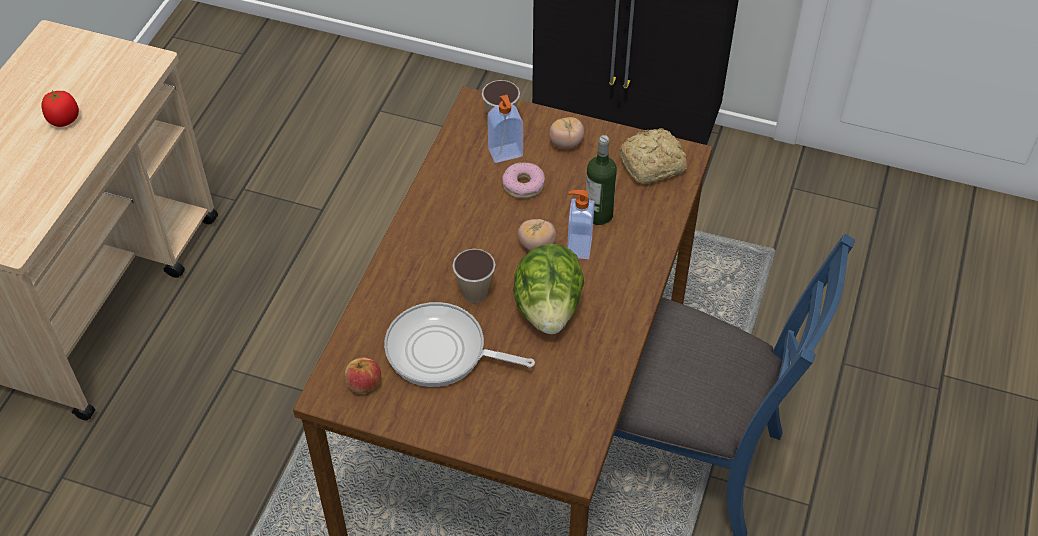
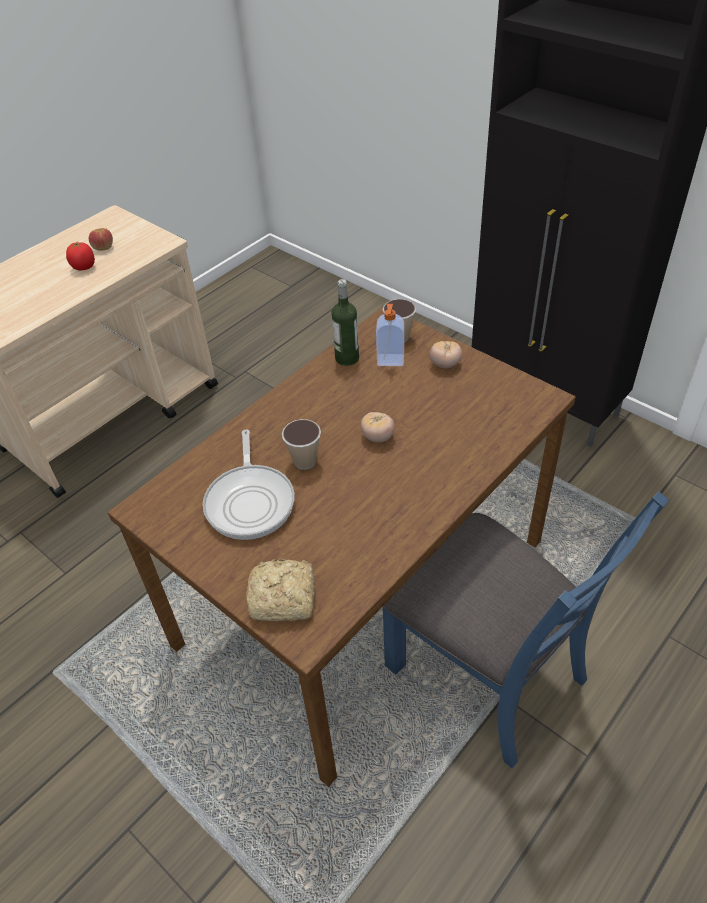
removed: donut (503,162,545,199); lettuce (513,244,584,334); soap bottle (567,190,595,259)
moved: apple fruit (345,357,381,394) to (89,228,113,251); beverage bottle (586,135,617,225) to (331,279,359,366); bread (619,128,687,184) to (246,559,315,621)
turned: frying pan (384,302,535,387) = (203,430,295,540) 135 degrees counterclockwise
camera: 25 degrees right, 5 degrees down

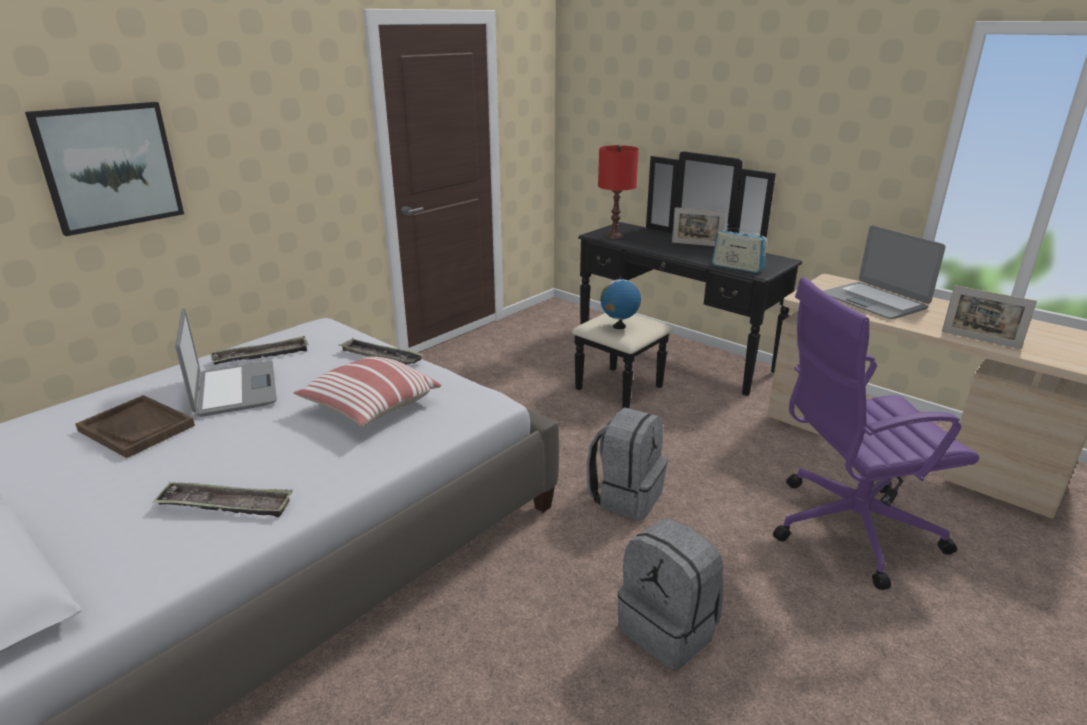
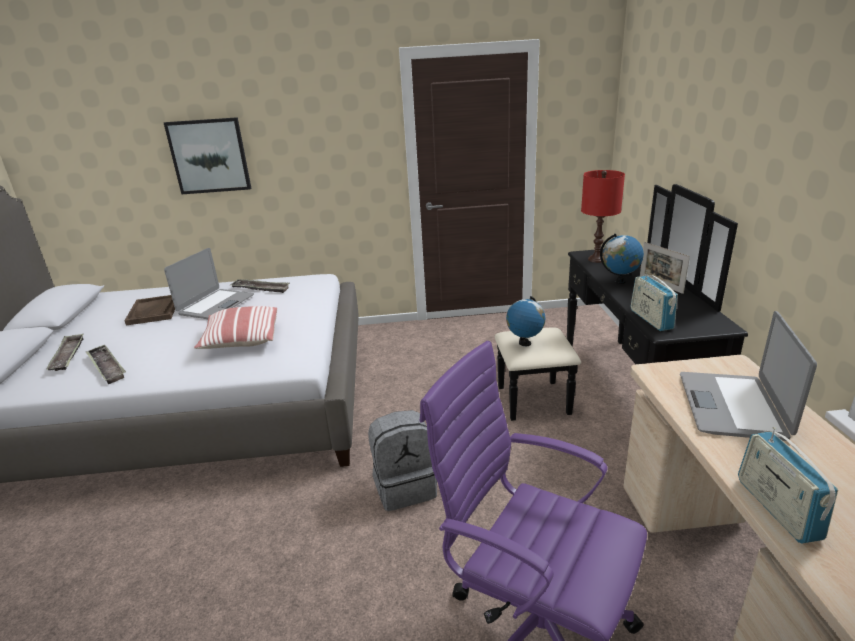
removed: backpack (greyish) (618,519,723,670)
added: world globe (600,234,644,284)
moved: carrying tray (338,338,424,365) to (46,333,84,371)
replaced: picture frame (942,285,1037,349) to radio set (738,427,838,544)
camera: 45 degrees right, 0 degrees up

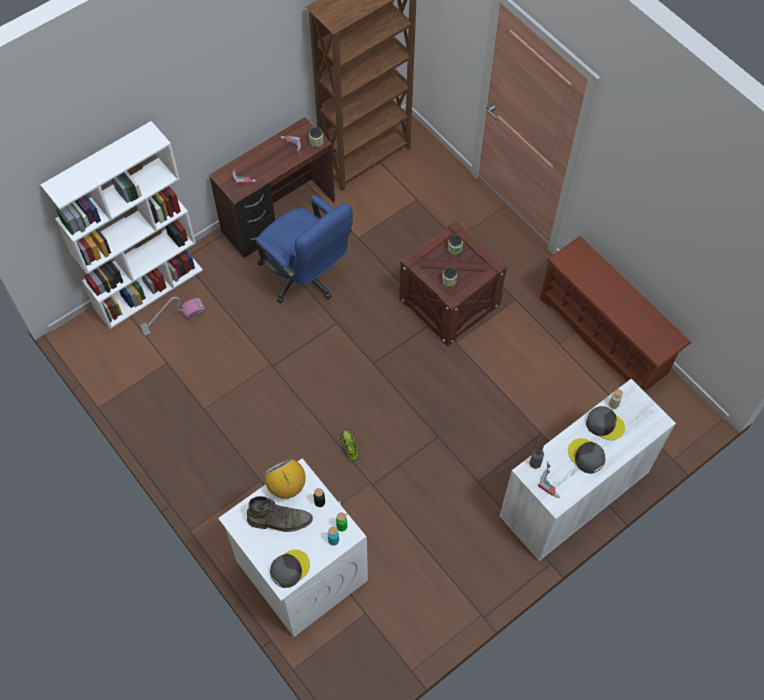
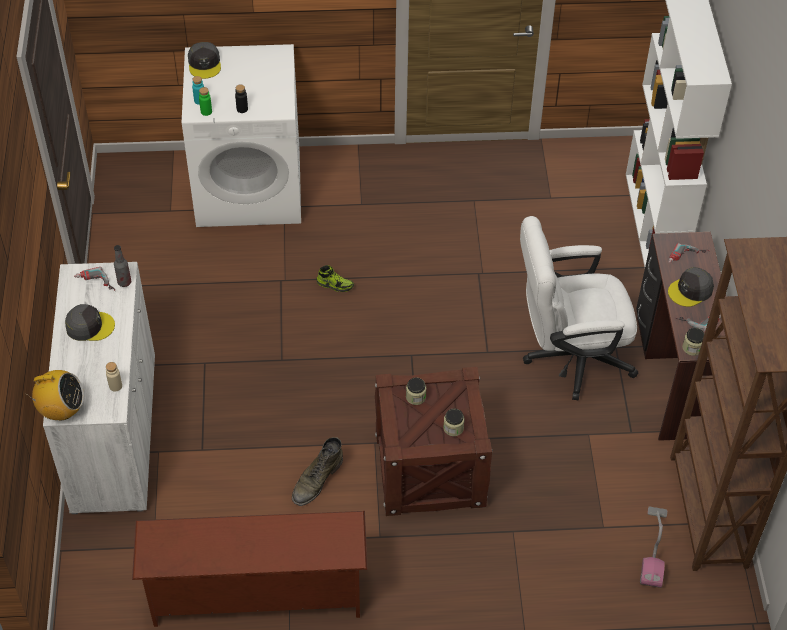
moved: vacuum (140,297,205,336) to (640,507,667,588); boot (green-coloured) (247,496,313,532) to (292,437,343,506); radio set (265,458,306,499) to (25,370,84,420); peaked cap (greyish) (586,406,625,440) to (668,267,714,307)
recoloured: computer chair (bluish) (256,195,353,304) to computer chair (whitish) (520,216,638,400)
camera: 125 degrees right, 10 degrees down

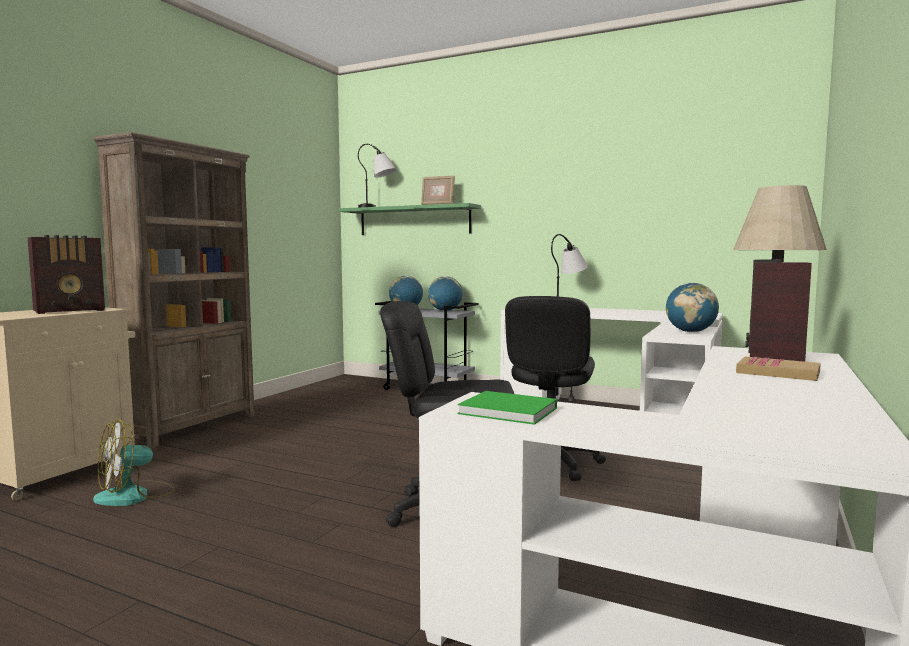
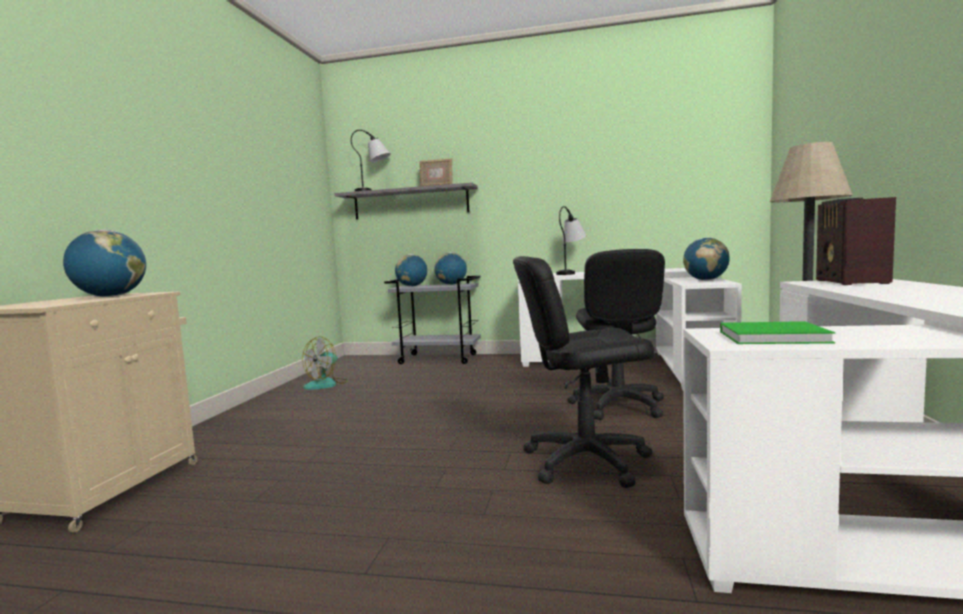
removed: shelving unit (brown-coloured) (93,132,255,449); volume (736,357,821,381)
moved: electric fan (93,420,175,506) to (302,336,348,390)
replaced: radio set (28,235,105,314) to world globe (63,230,146,297)
recoloured: shelf (green-coloured) (339,203,481,235) to shelf (greyish) (335,183,478,220)
camera: 15 degrees left, 0 degrees up

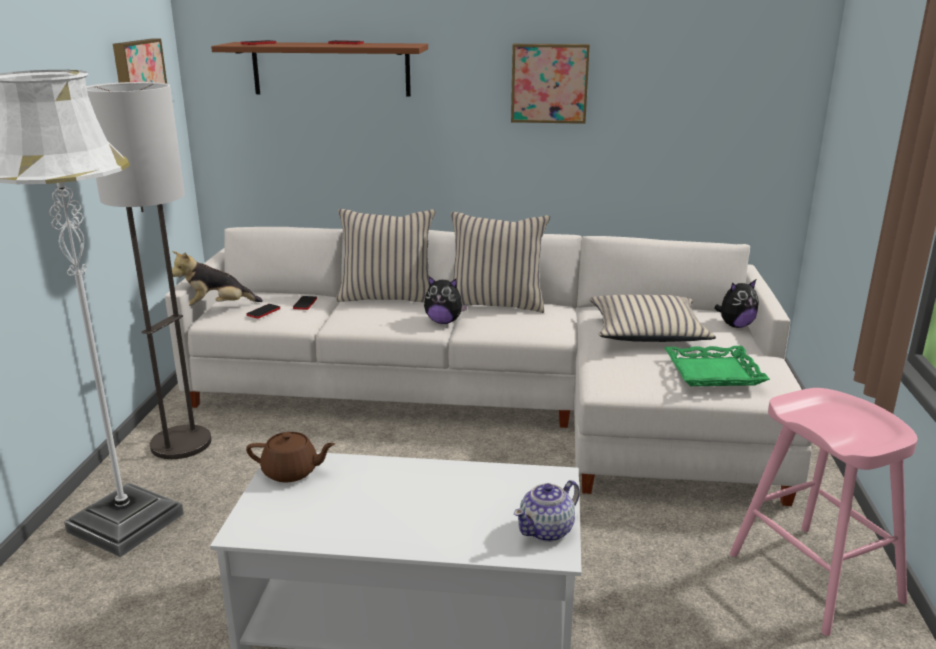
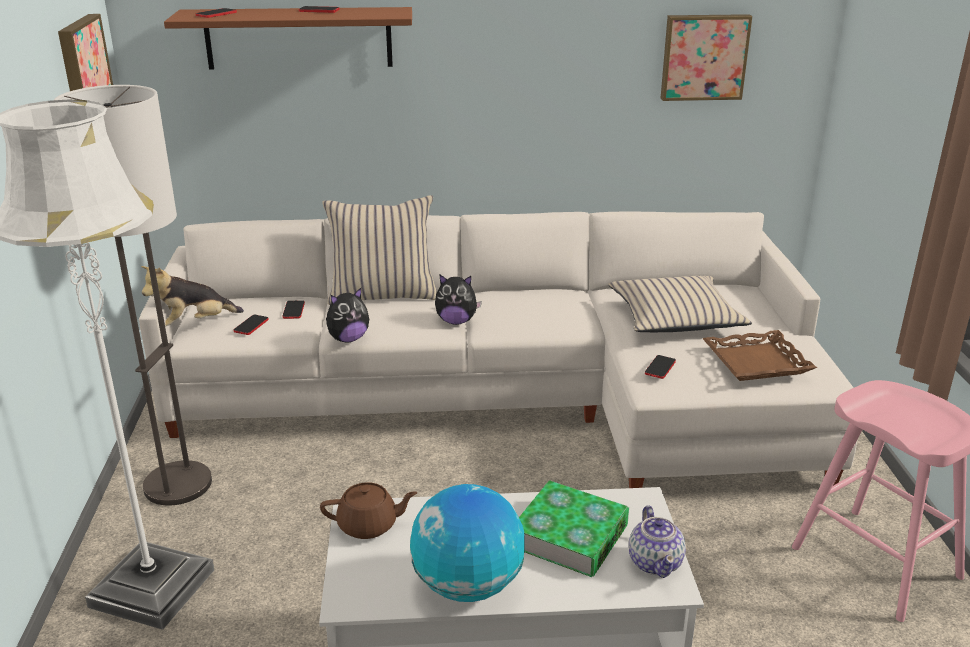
removed: pillow (beige-coloured) (451,212,550,313)
added: world globe (410,484,525,602); volume (519,480,629,577); phone (645,355,676,379)
moved: wall picture (511,44,590,124) to (661,14,752,101); cuddly toy (714,279,759,328) to (326,288,369,343)
recoloured: carrying tray (green-coloured) (664,346,770,386) to carrying tray (brown-coloured) (702,330,817,381)
turned: pot for tea (514,480,580,542) = (629,505,686,578) 45 degrees counterclockwise
camera: 10 degrees left, 5 degrees up

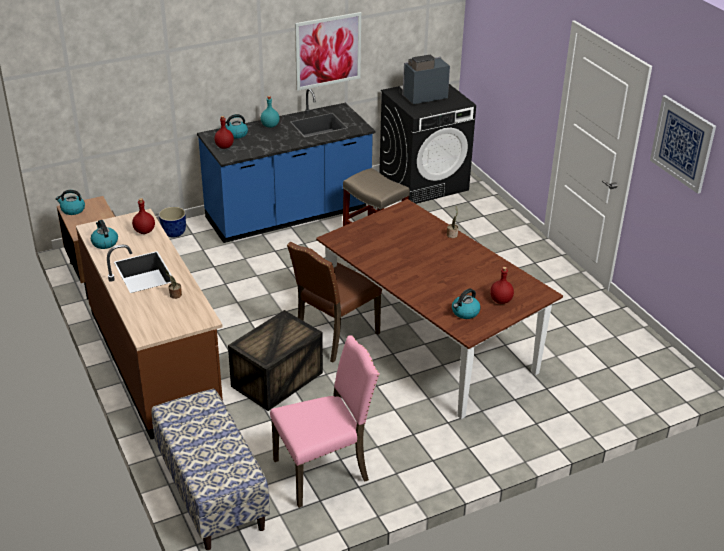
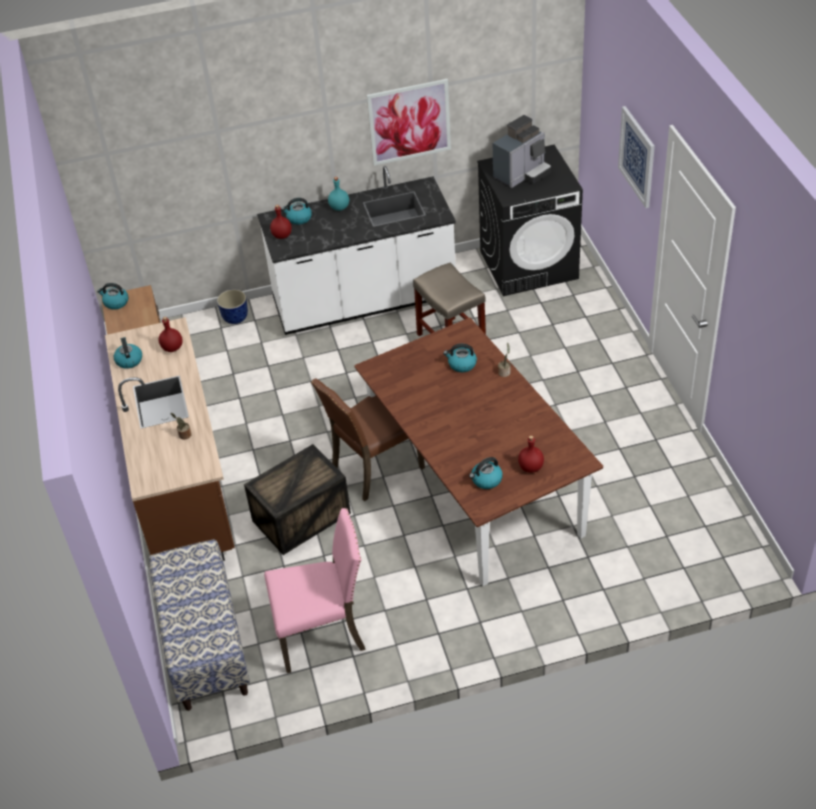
added: tea kettle (443,344,477,372)
moved: wall picture (650,95,716,194) to (618,106,655,208)
recoloured: kitchen base unit (bluish) (197,88,375,243) to kitchen base unit (whitish) (257,166,456,335)
turned: coffee maker (400,55,450,104) = (493,115,551,188) 150 degrees clockwise
camera: 15 degrees right, 10 degrees up

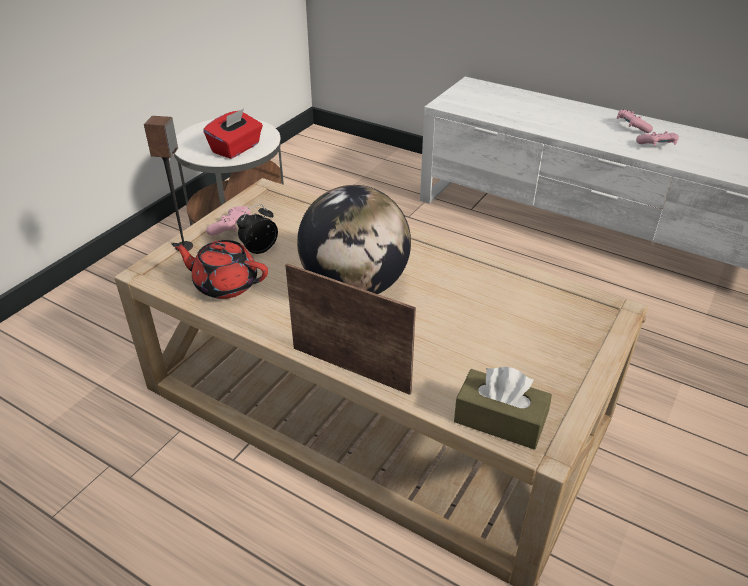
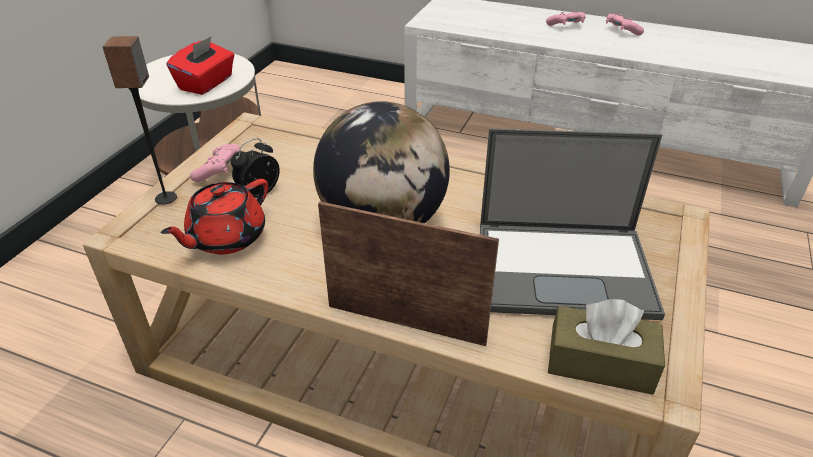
added: notebook computer (480,128,665,320)
moved: game controller (pink-coloured) (636,131,679,146) to (546,11,586,26)
turned: pot for tea (reddish) (171,240,268,299) = (161,179,268,254) 60 degrees counterclockwise
camera: 10 degrees left, 0 degrees up

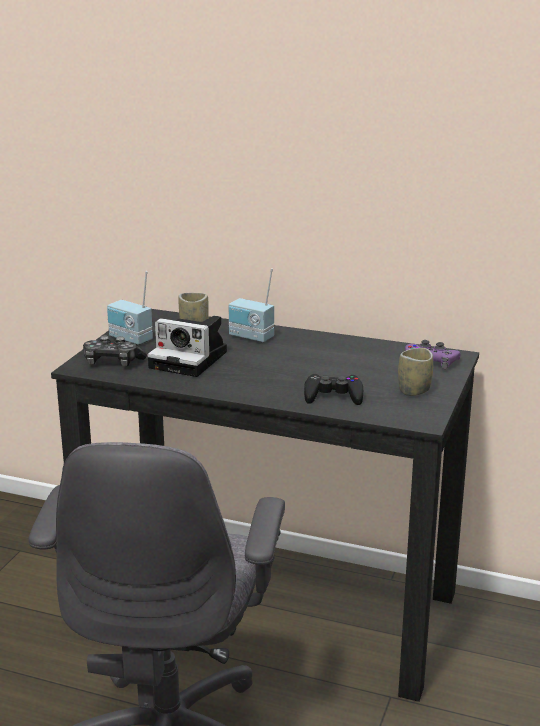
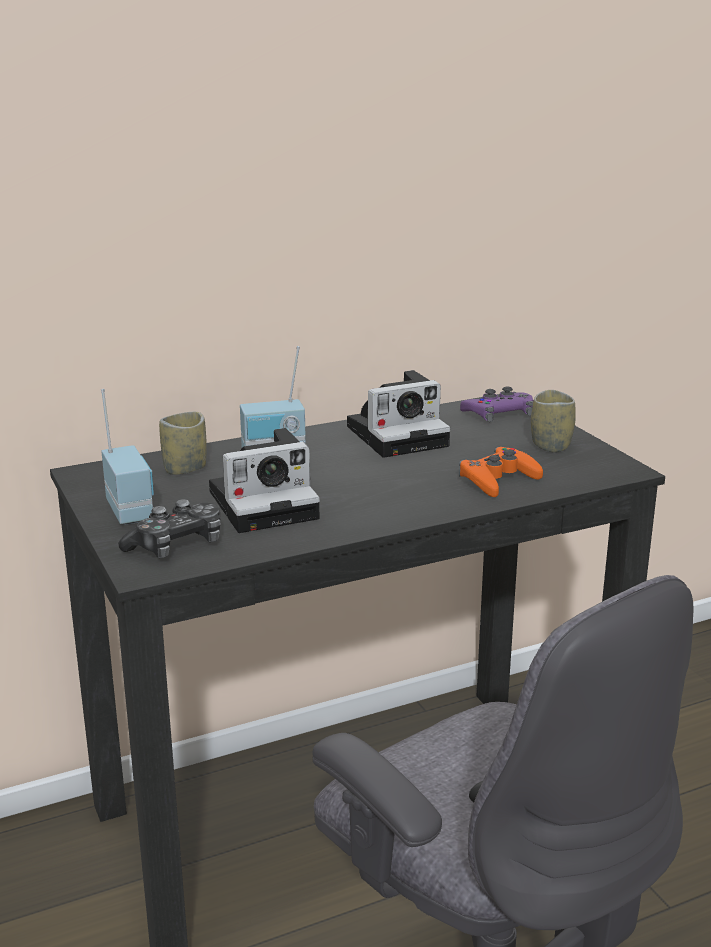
added: photo camera (347,370,450,458)
recoloured: game controller (blackish) (304,374,363,405) to game controller (orange) (459,447,543,497)
turned: radio set (107,271,153,345) = (101,389,154,525) 105 degrees counterclockwise
camera: 45 degrees left, 0 degrees up

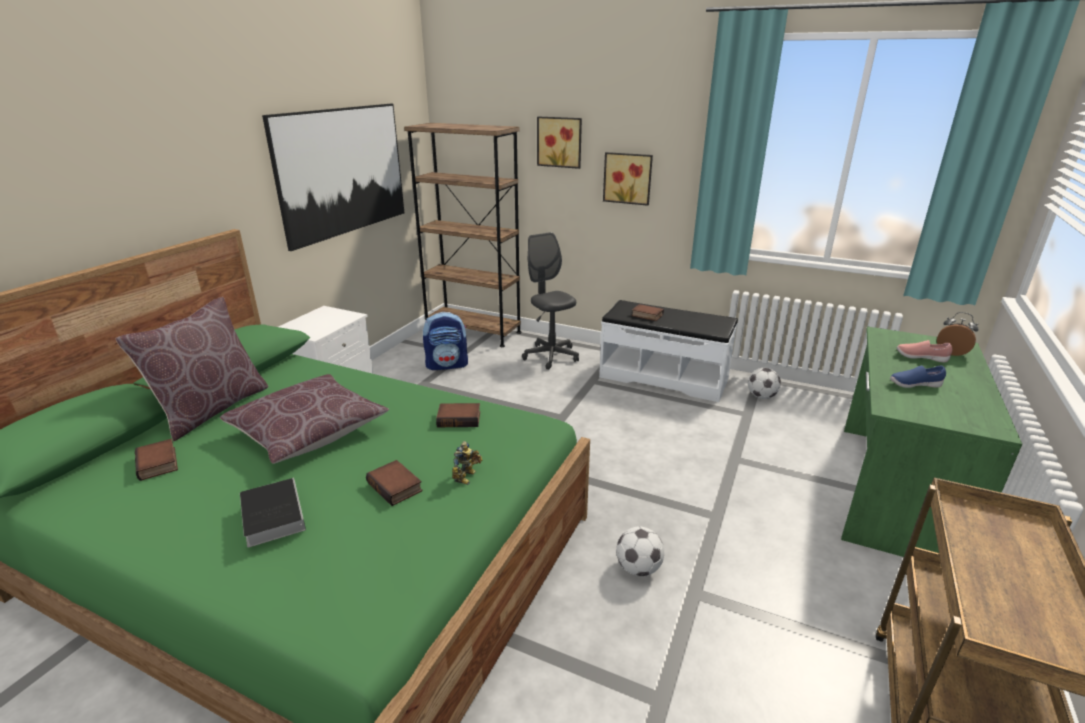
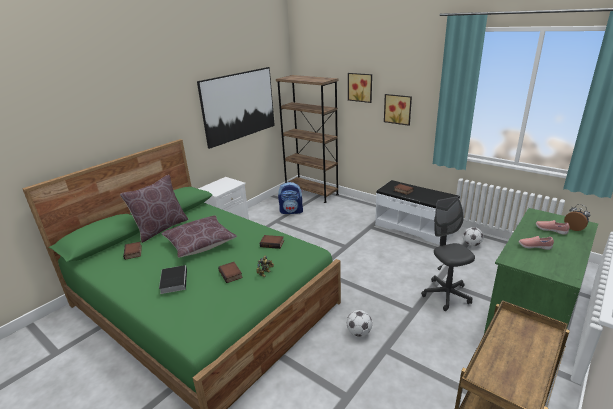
moved: computer chair (greyish) (522,232,579,370) to (421,197,475,311)
recoloured: shoe (bluish) (890,366,946,388) to shoe (pink-coloured) (518,236,554,250)
camera: 15 degrees right, 0 degrees up

